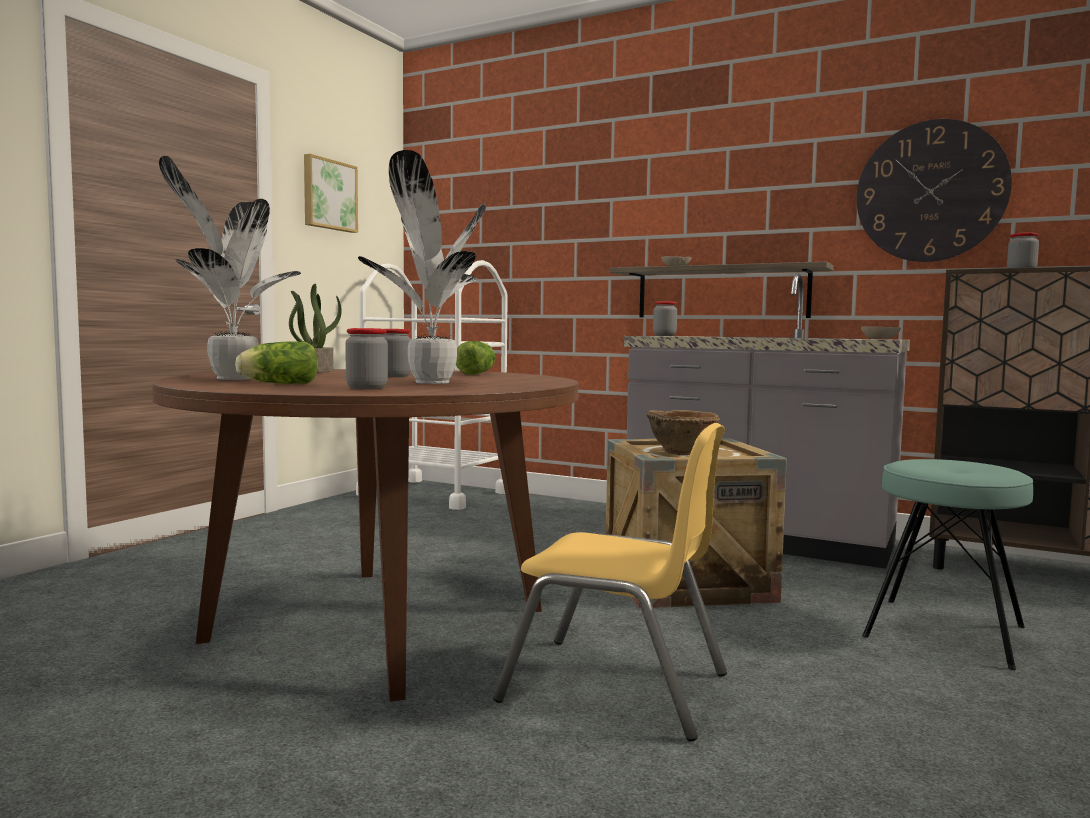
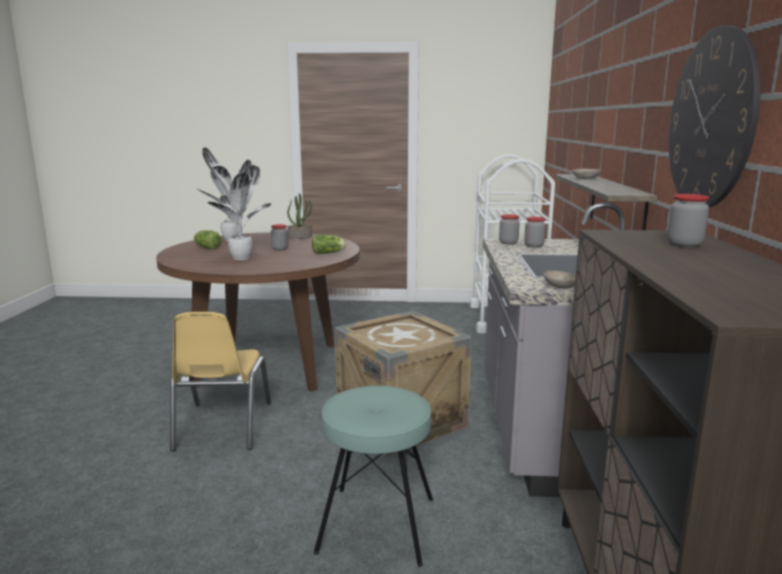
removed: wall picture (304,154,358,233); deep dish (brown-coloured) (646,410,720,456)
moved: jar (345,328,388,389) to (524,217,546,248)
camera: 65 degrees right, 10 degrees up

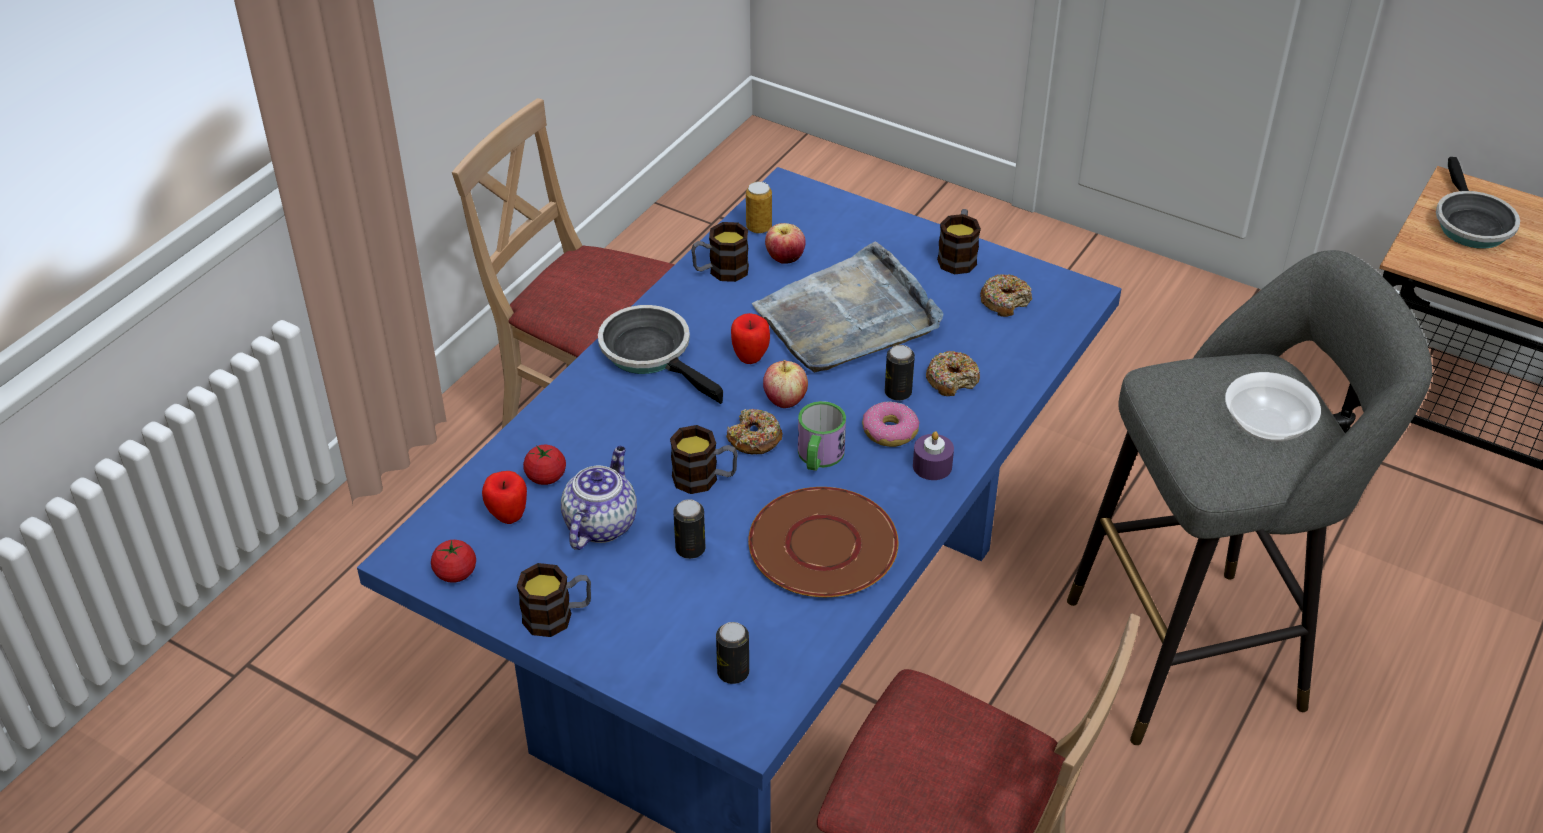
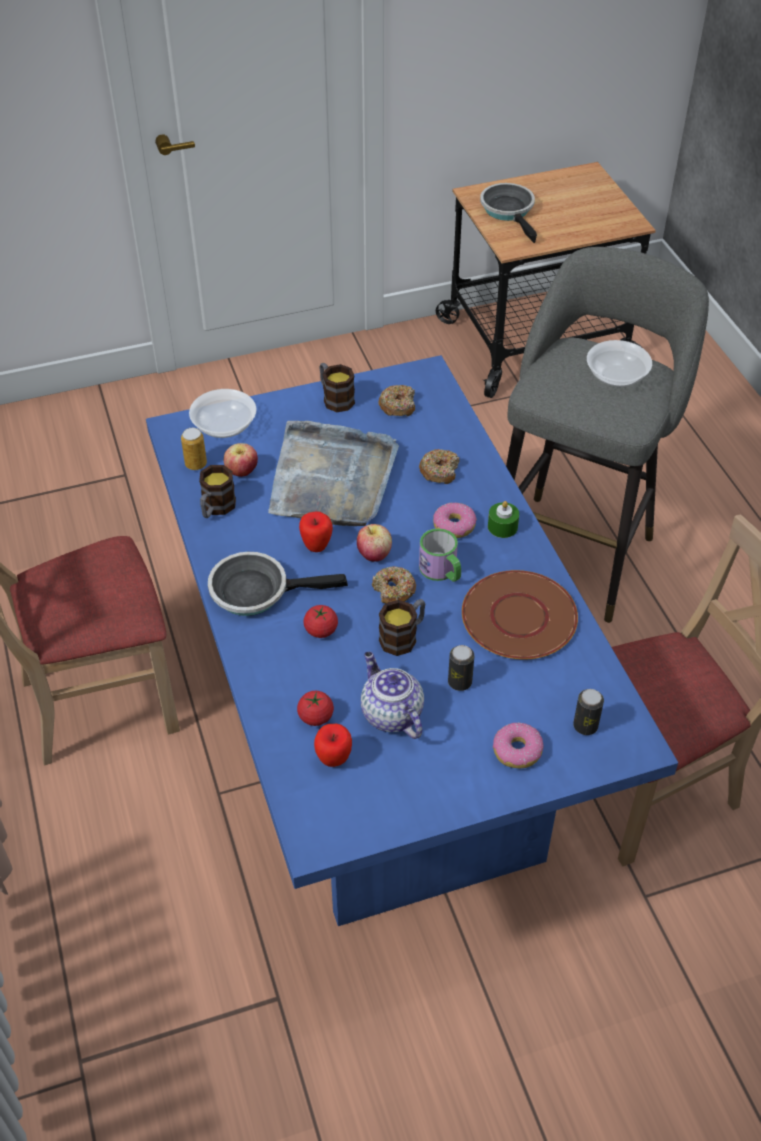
removed: tea mug (517,563,591,637); metal can (885,345,915,401)
added: deep dish (189,389,256,438); donut (493,723,544,769)
moved: tomato (431,540,476,583) to (303,605,338,638)
recoloured: candle (purplish) (913,431,954,480) to candle (green-coloured) (488,501,519,538)
turned: frying pan (1436,157,1520,249) = (480,183,537,243) 150 degrees counterclockwise
camera: 50 degrees left, 5 degrees up

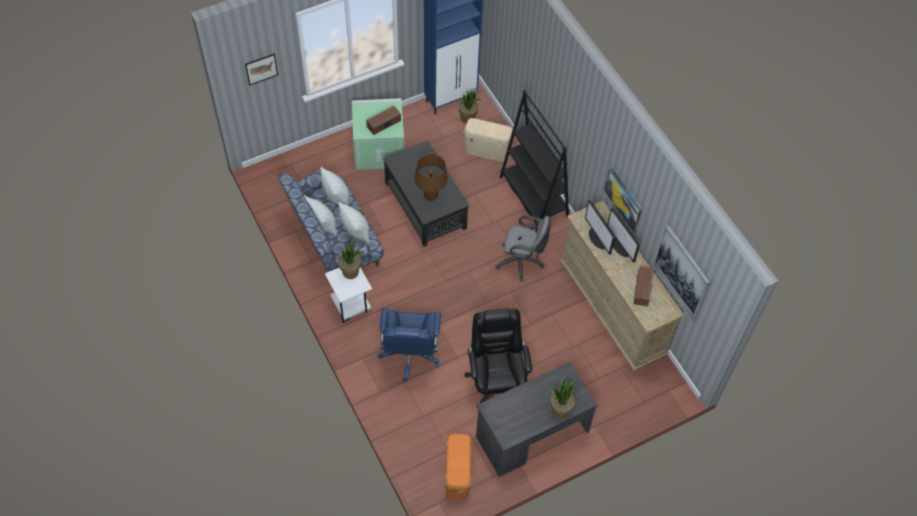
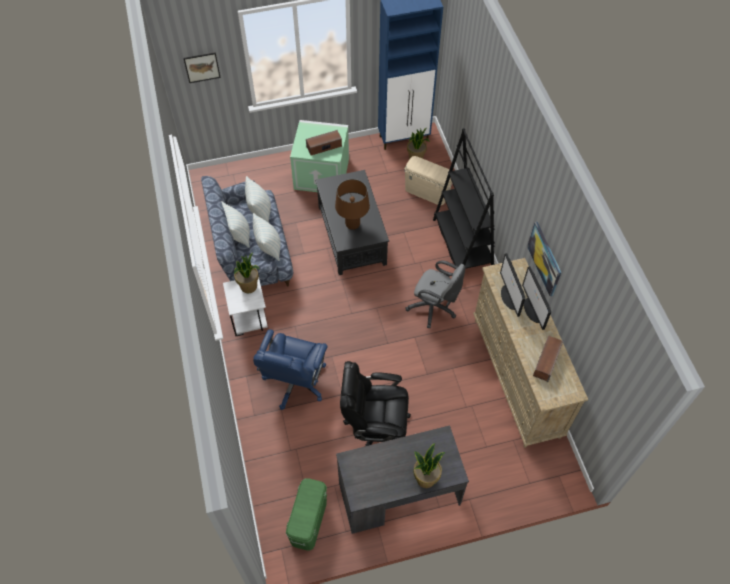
removed: wall picture (652,225,711,322)
recoloured: storage bin (orange) (445,434,472,499) to storage bin (green-coloured) (286,478,327,551)
turned: computer chair (blackish) (465,308,532,408) = (340,361,411,446) 90 degrees counterclockwise
camera: 15 degrees right, 0 degrees up

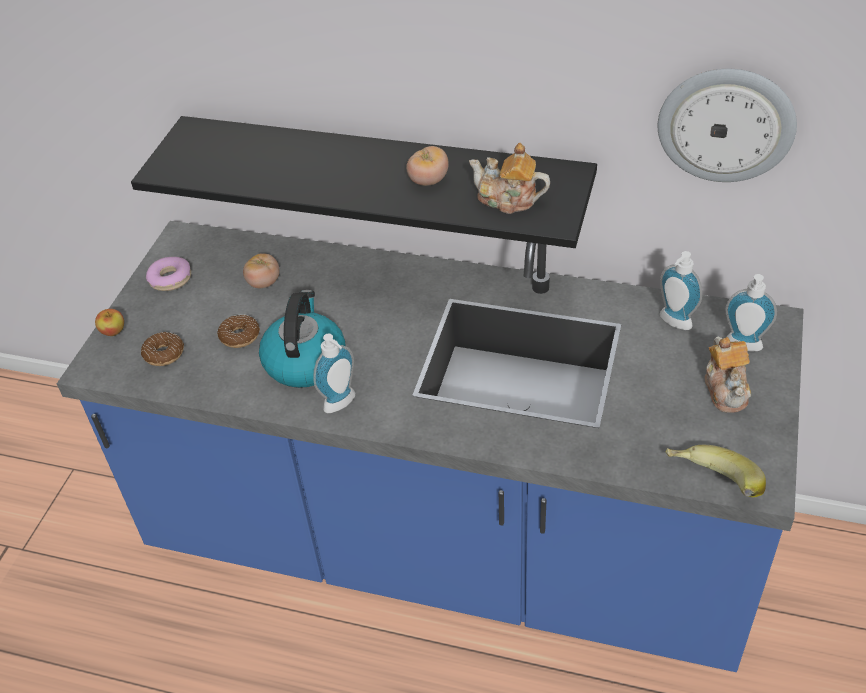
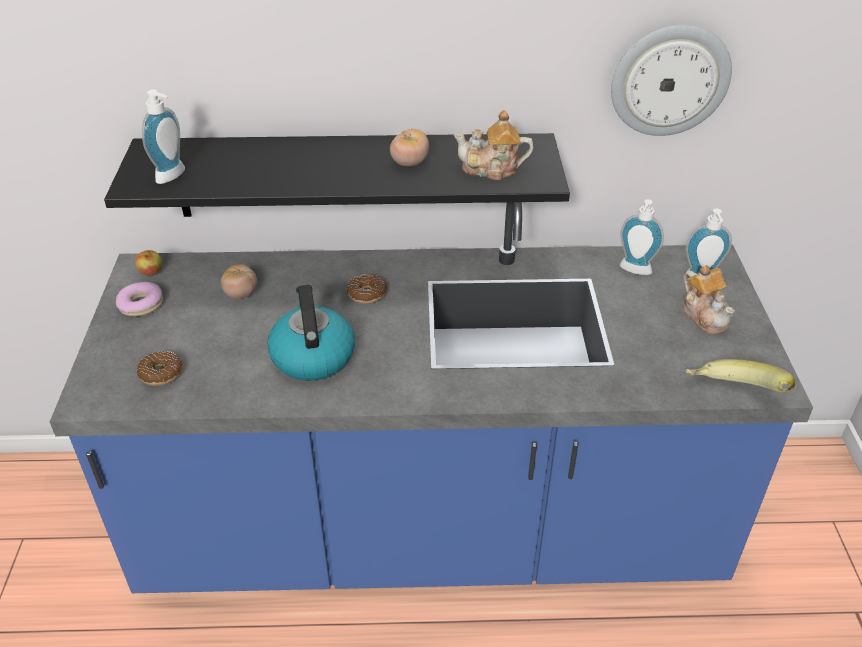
moved: apple fruit (95,309,124,336) to (135,250,162,276); donut (217,315,260,348) to (347,274,387,304); soap bottle (313,334,355,413) to (142,90,185,184)
camera: 20 degrees left, 5 degrees down

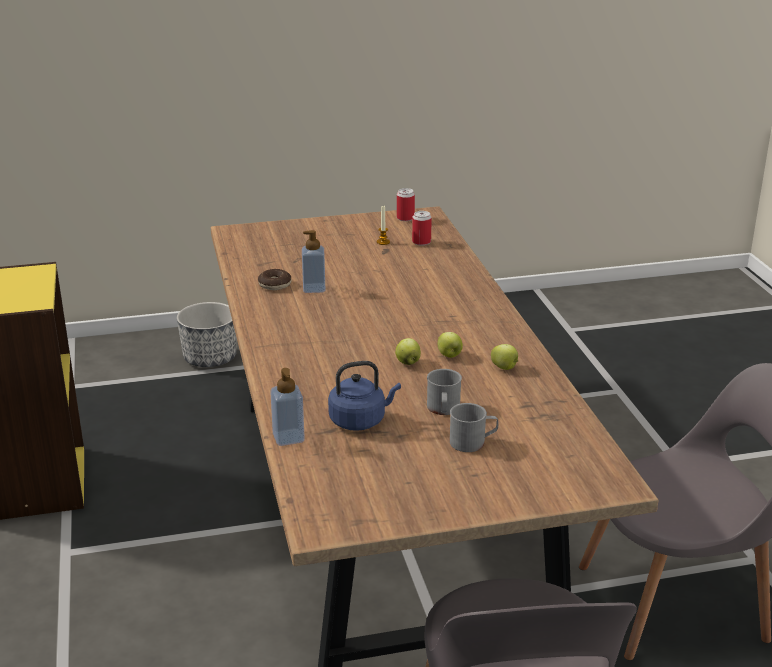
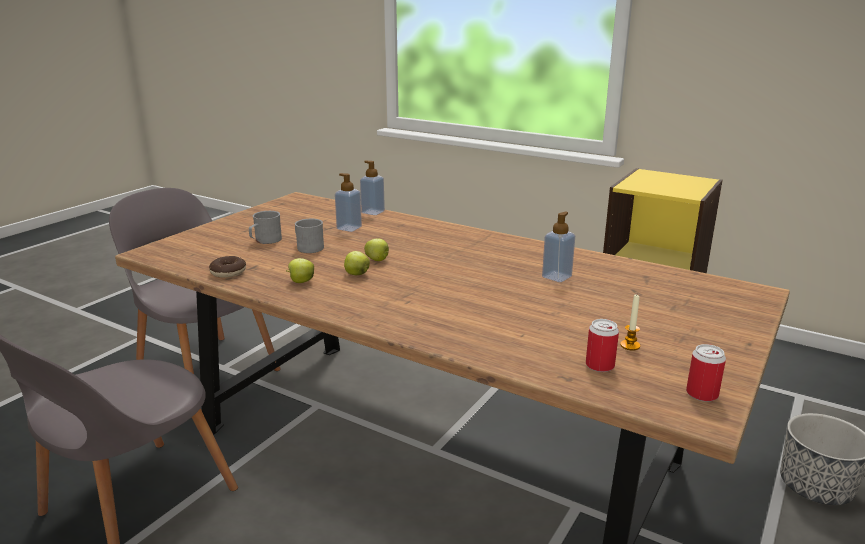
moved: donut (258,269,291,290) to (209,256,246,278)
replaced: tea kettle (bluish) (328,361,401,431) to soap bottle (335,173,362,232)
camera: 135 degrees right, 5 degrees down

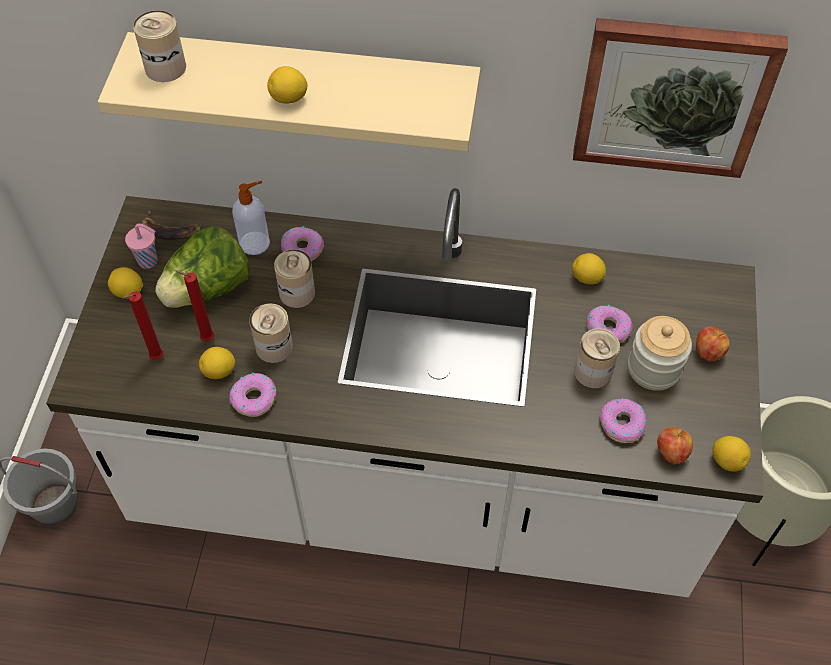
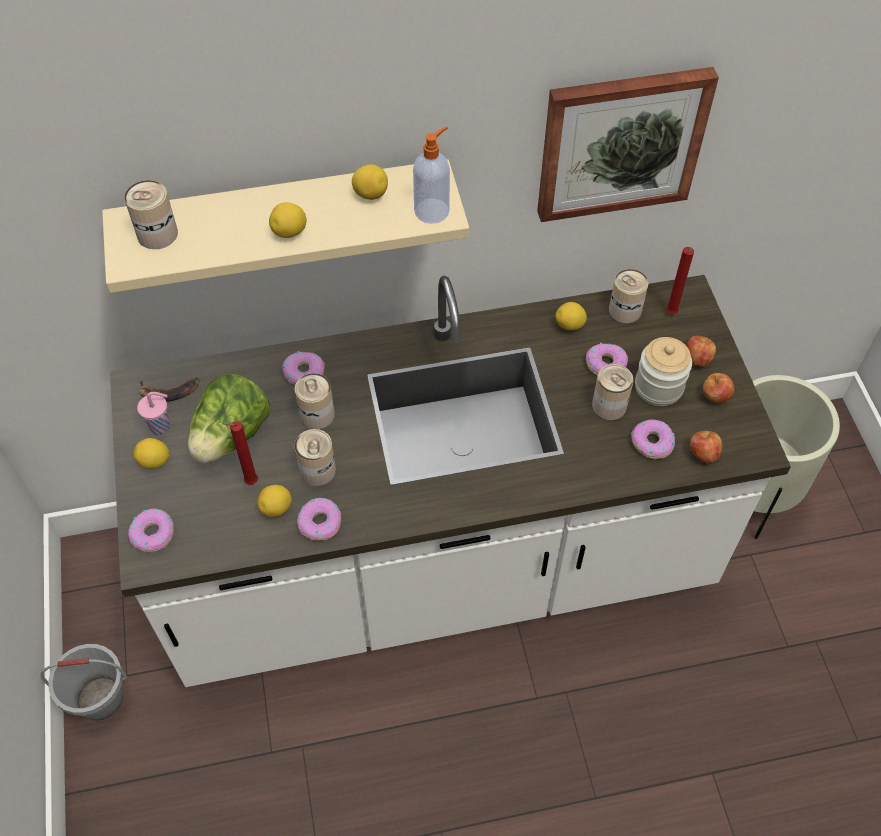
added: donut (128,509,174,552); metal can (609,269,648,323); apple fruit (703,373,734,403)
moved: candle (reddish) (123,291,163,360) to (666,247,694,314); soap bottle (232,181,270,255) to (413,126,450,224); citrus fruit (713,436,751,472) to (352,164,388,200)
camera: 20 degrees left, 0 degrees up

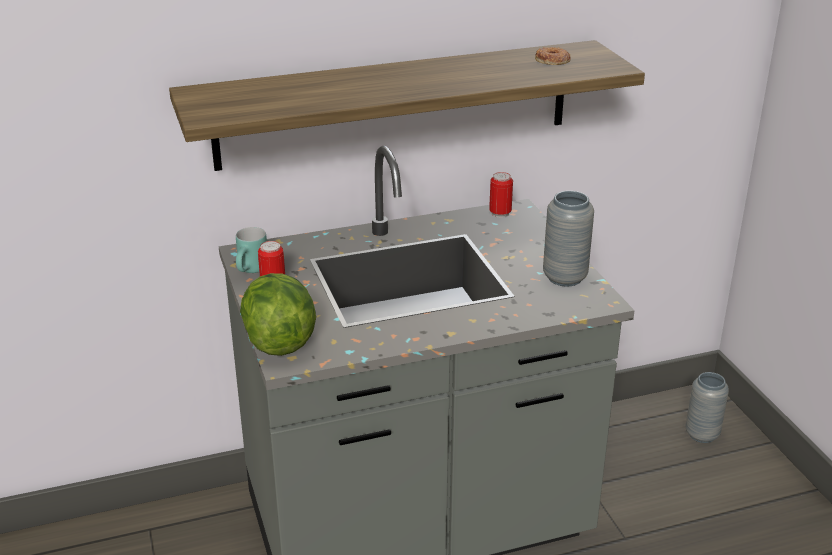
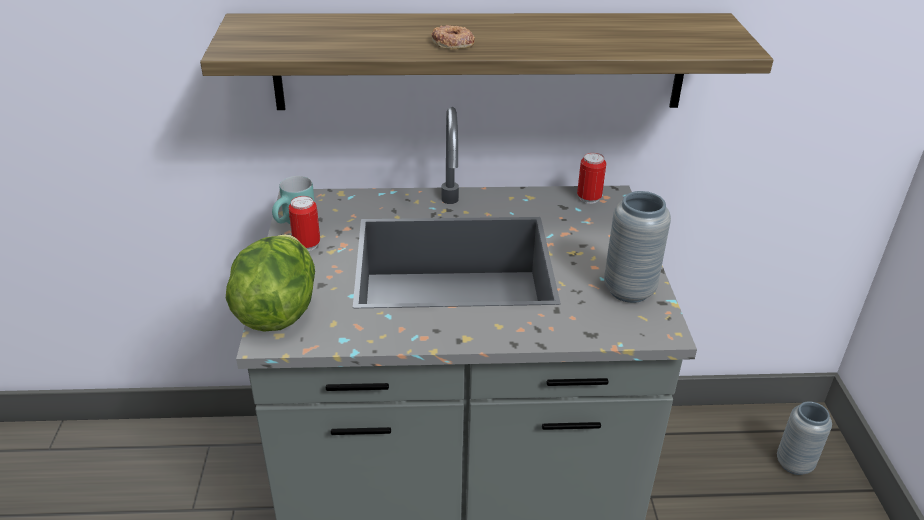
moved: donut (535,47,570,65) to (431,25,475,49)
camera: 15 degrees right, 5 degrees up

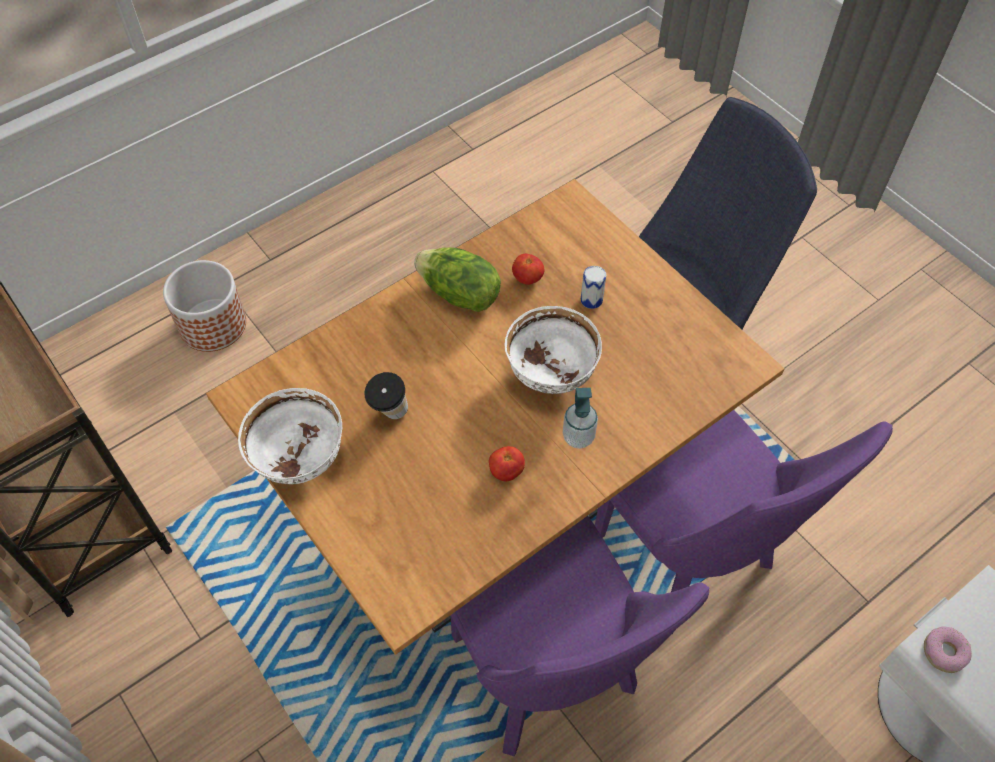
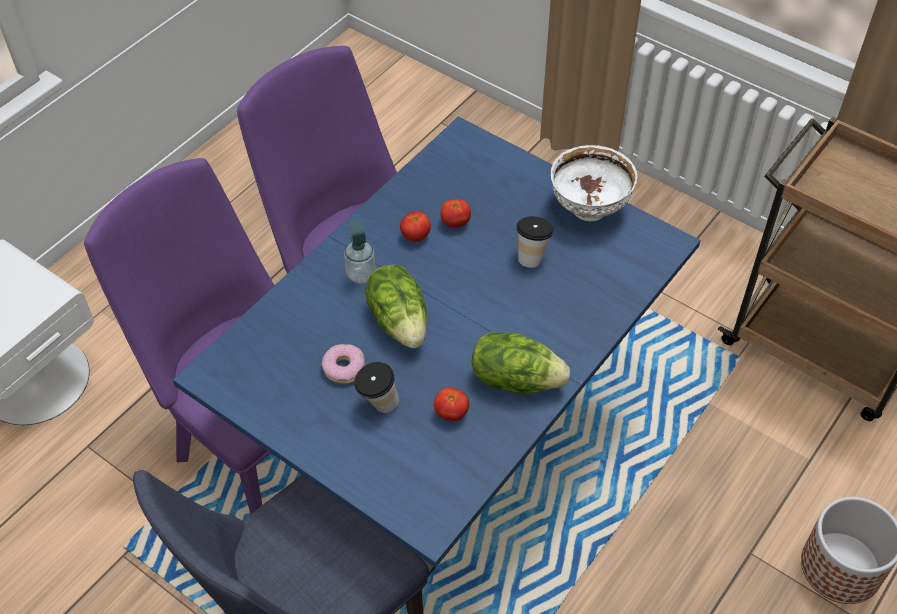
added: tomato (440,199,471,228)
moved: donut (924,626,972,673) to (322,344,365,384)
replaced: deep dish (whitish) (505,306,602,394) to lettuce (366,265,427,348); metal can (581,266,606,309) to cup (354,362,399,413)
recoloured: dinner table (brown-coloured) (206,179,784,655) to dinner table (bluish) (173,117,701,575)
camera: 165 degrees right, 5 degrees down

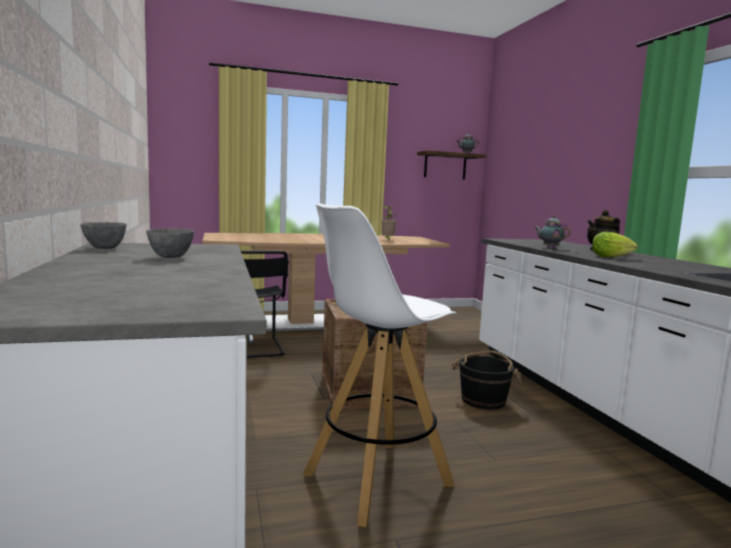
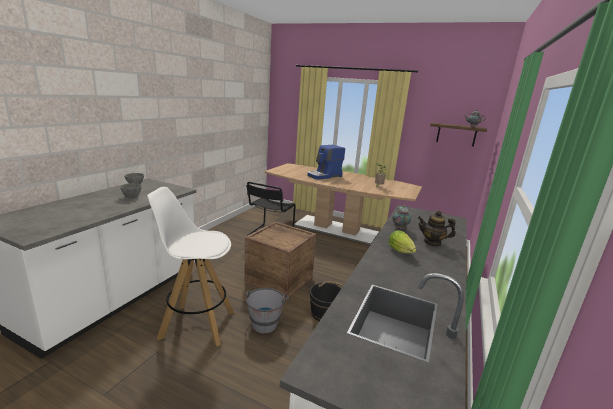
added: bucket (greyish) (246,288,289,334); coffee maker (308,145,345,180)
camera: 40 degrees right, 10 degrees up

